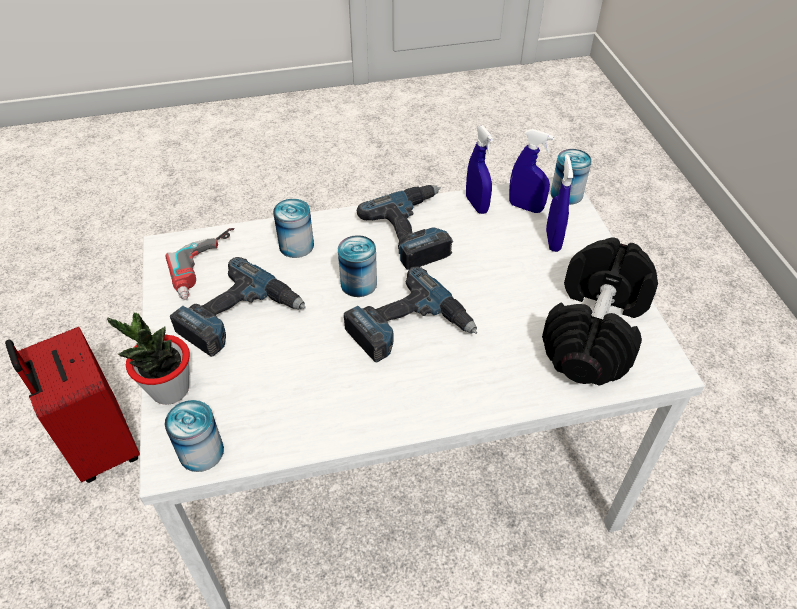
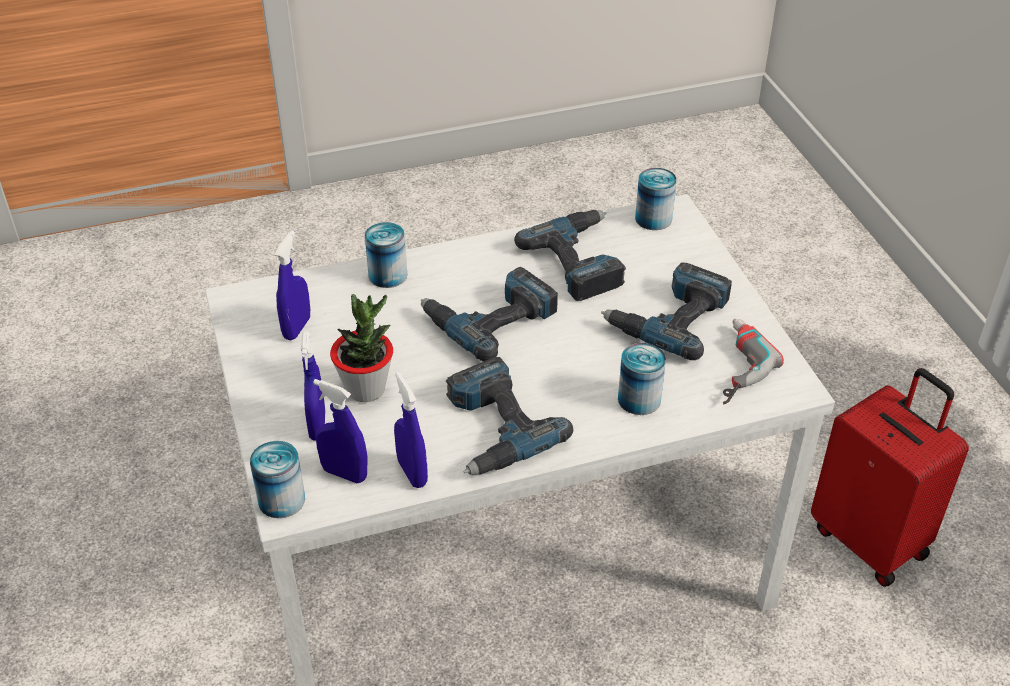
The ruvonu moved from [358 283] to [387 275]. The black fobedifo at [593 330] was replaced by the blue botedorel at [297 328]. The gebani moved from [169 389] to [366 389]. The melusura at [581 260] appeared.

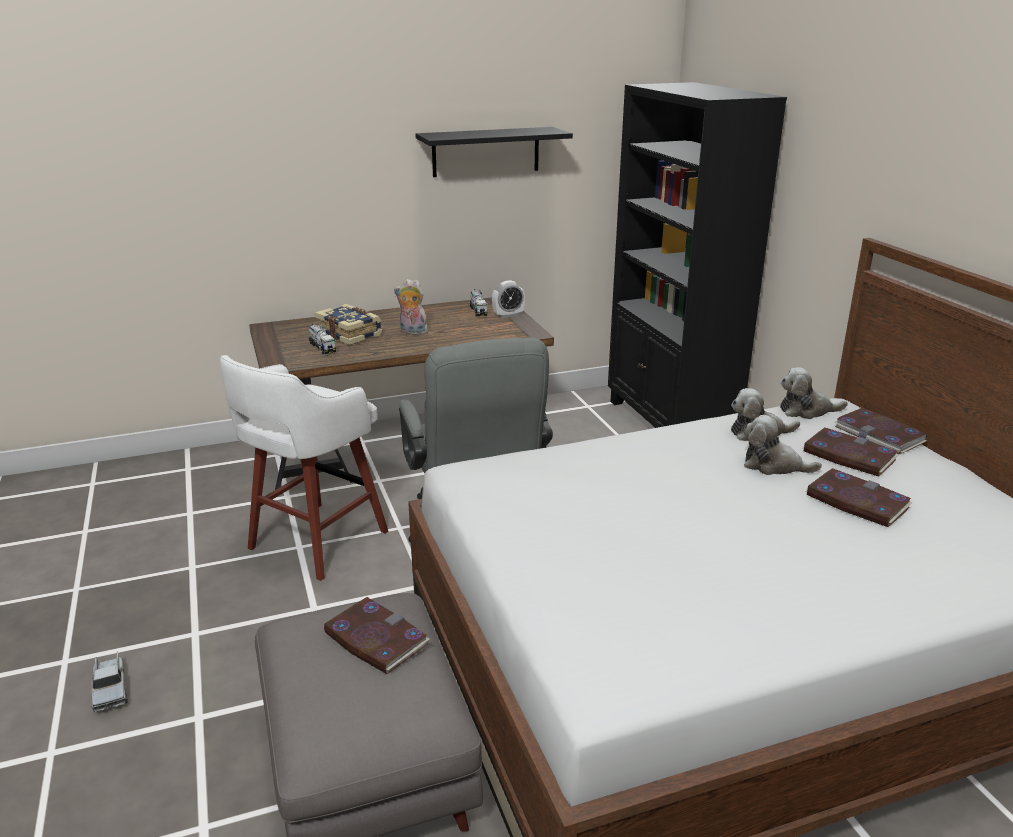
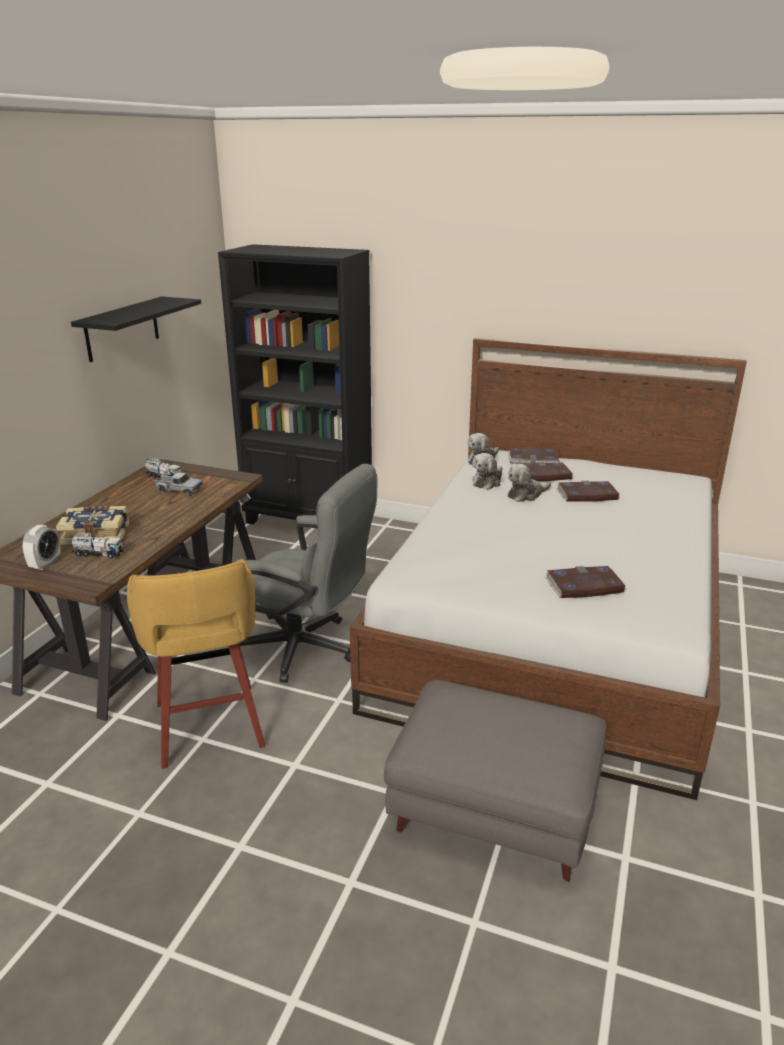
The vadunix at [412 332] disappeared. The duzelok moved from [508 315] to [45 564]. The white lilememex at [315 542] became the yellow lilememex at [209 728]. The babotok moved from [375 639] to [584 586]. The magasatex moved from [110 689] to [178 490].

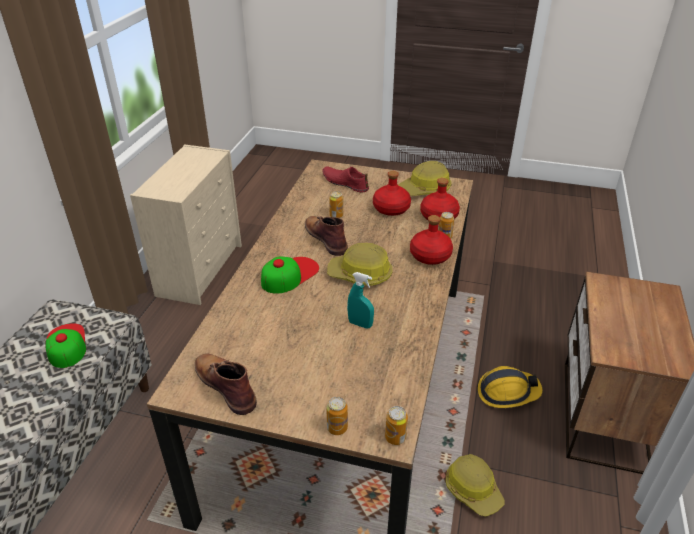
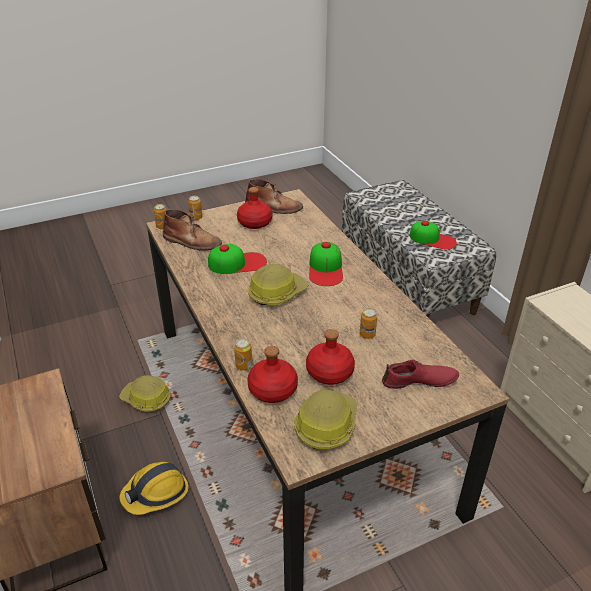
The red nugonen moved from [429 256] to [255 222]. The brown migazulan moved from [326 237] to [192 241]. The turquoise botedorel at [360 324] was replaced by the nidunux at [237 263].

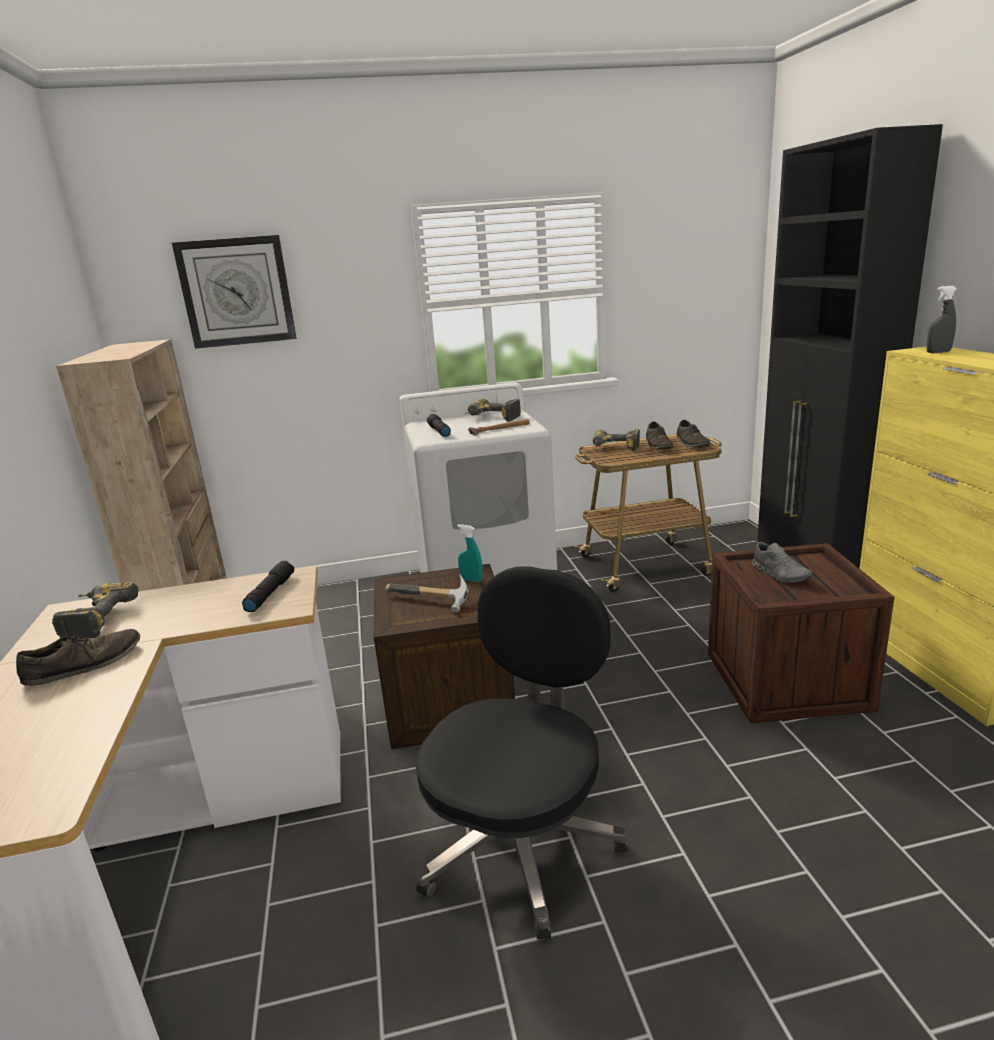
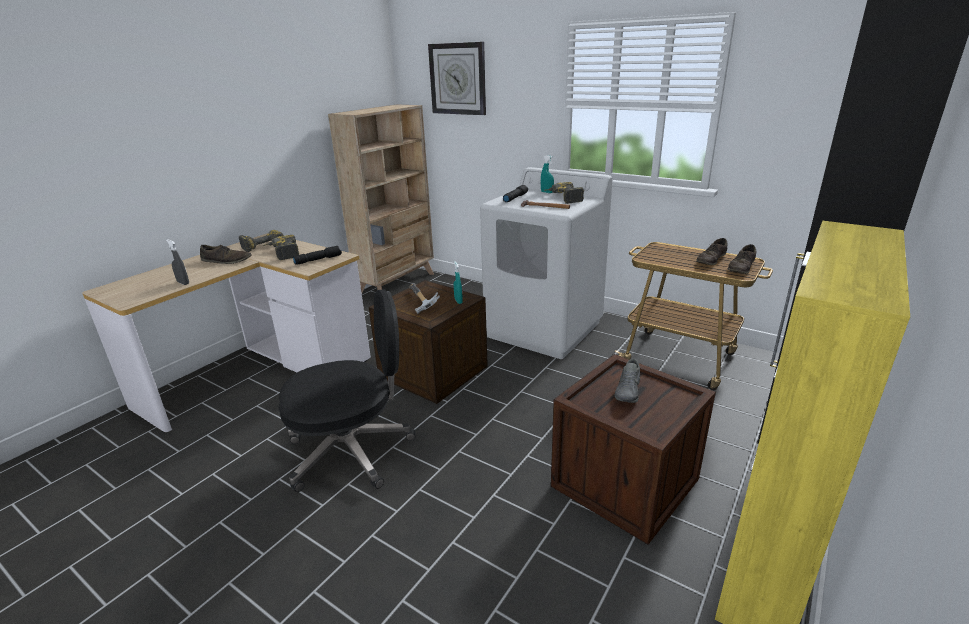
The grey botedorel moved from [938 352] to [183 283]. The melusura moved from [614 448] to [282 253]. The turquoise botedorel at [547 192] appeared.

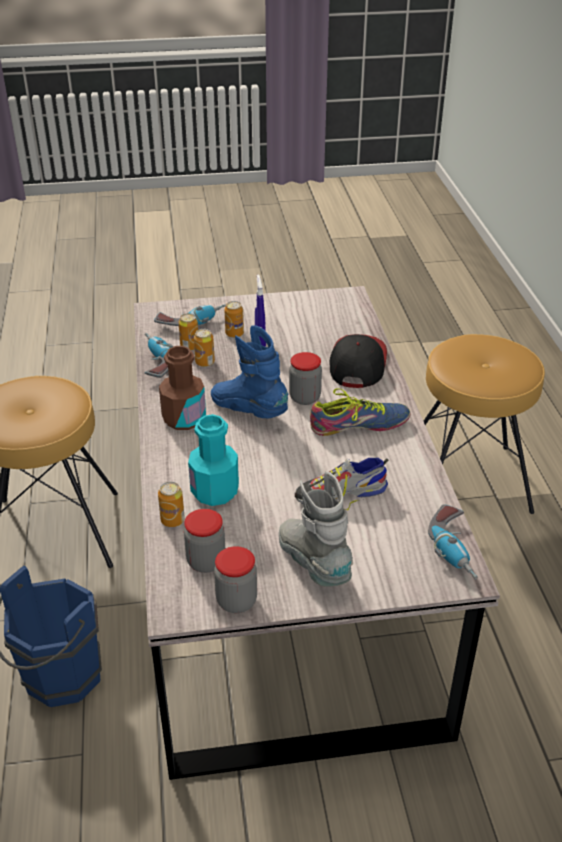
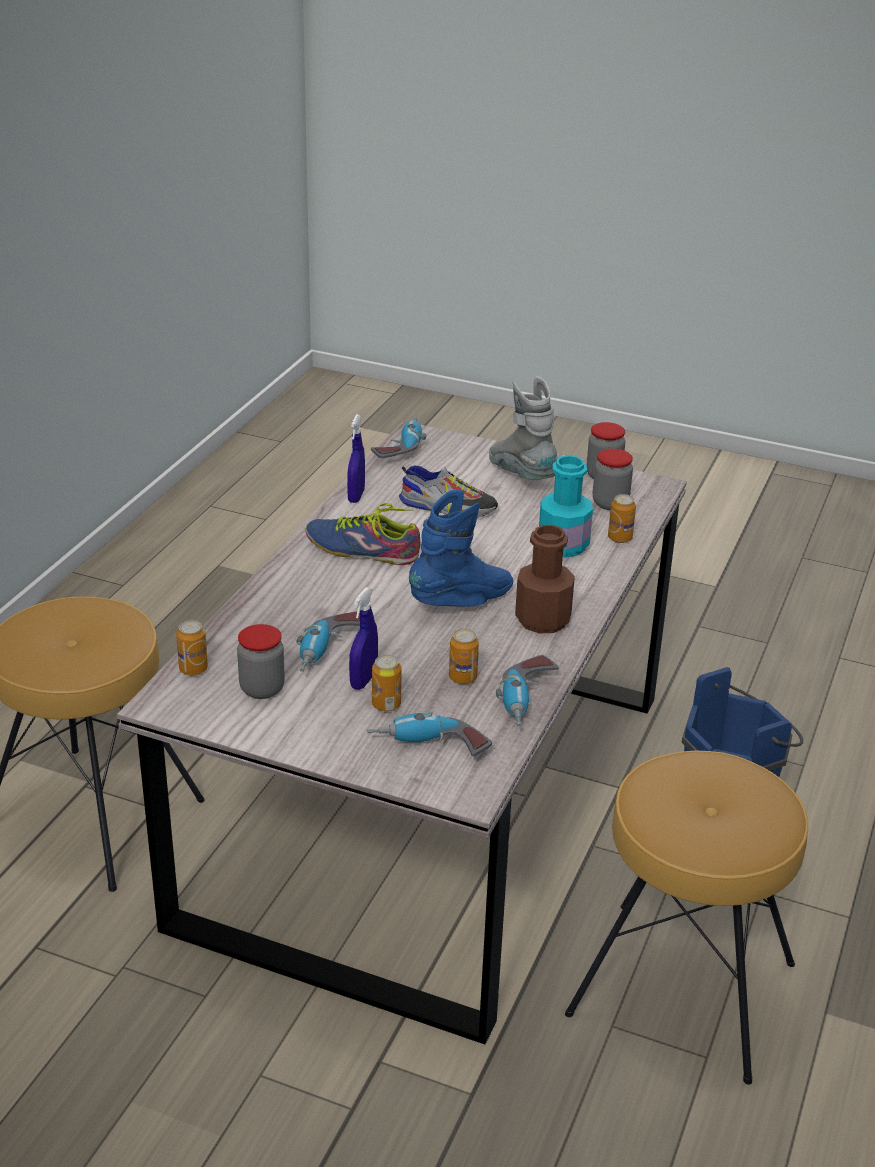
The ruvonu moved from [189 346] to [193 669]. The blue migazulan at [249 411] turned 105 degrees counterclockwise. The nidunux at [357 363] disappeared. The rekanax moved from [305 398] to [262 689]. The grey migazulan at [314 564] turned 150 degrees clockwise. The blue botedorel at [356 496] appeared. The melusura at [330 652] appeared.

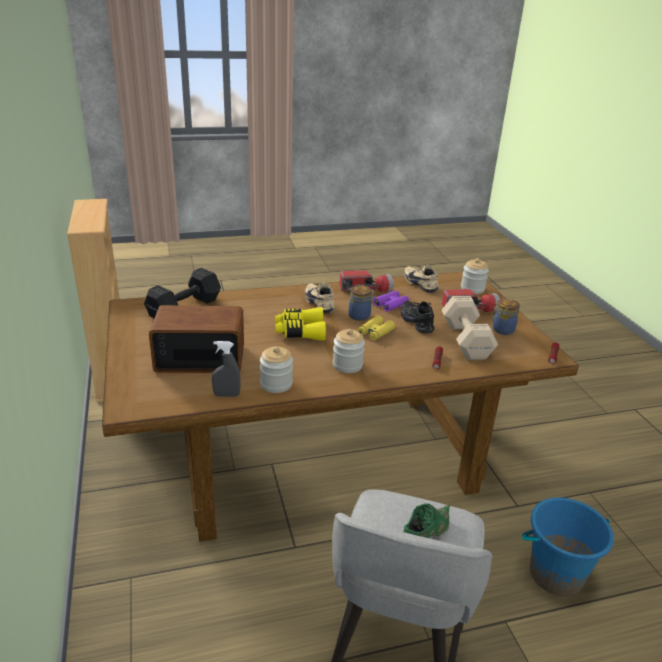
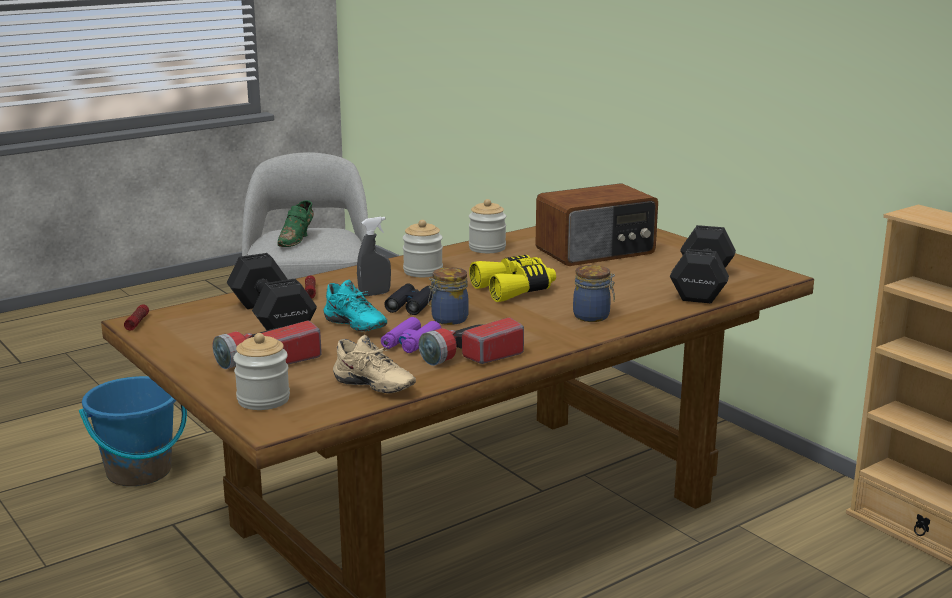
The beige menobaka at [321 303] disappeared. The beige fobedifo at [466 340] became the black fobedifo at [271 319]. The rekanax moved from [502 329] to [593 316]. The black menobaka at [418 322] became the turquoise menobaka at [353 327]. The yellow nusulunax at [375 332] became the black nusulunax at [411 305]. The grey botedorel moved from [226 395] to [374 294].

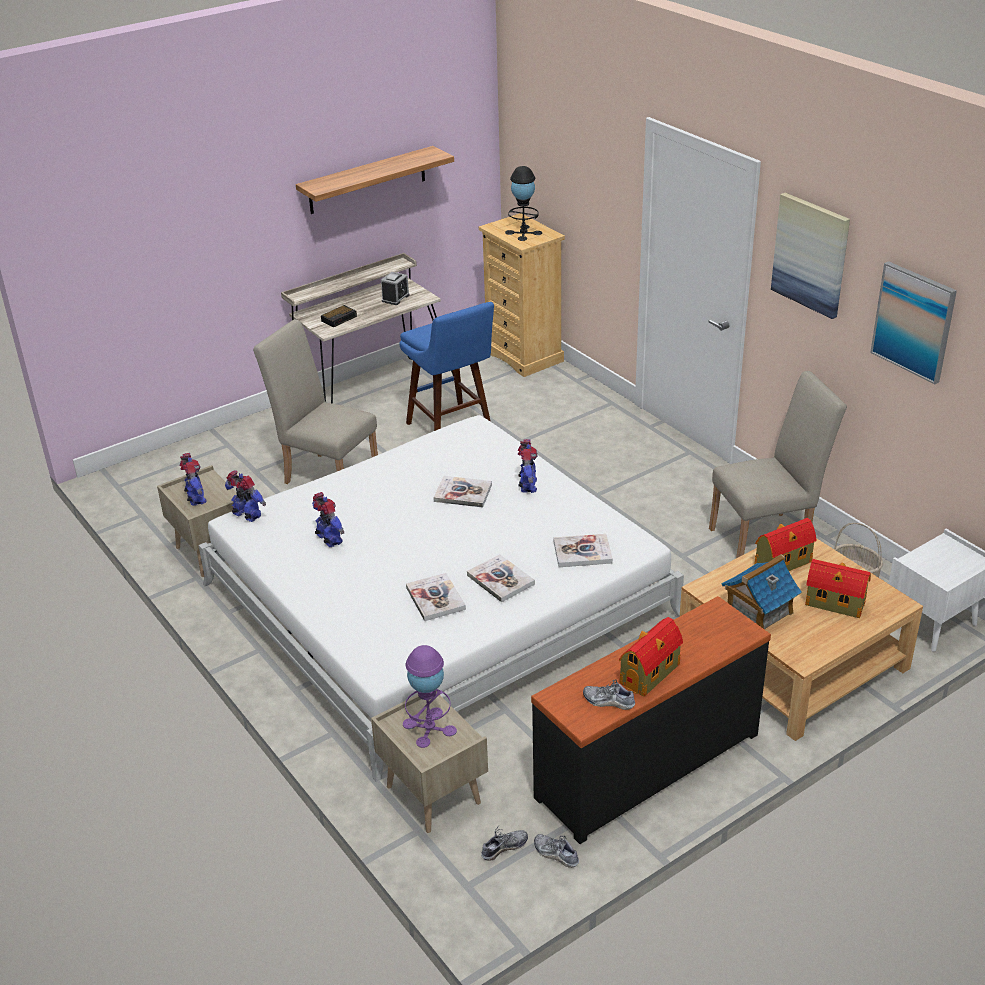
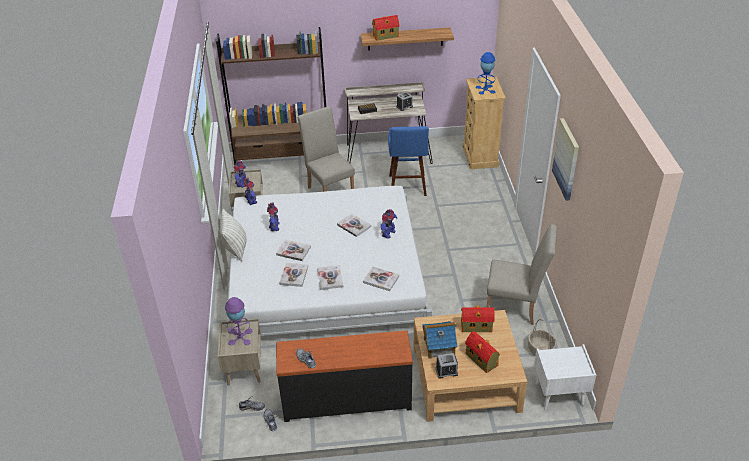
The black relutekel at [523 233] became the blue relutekel at [485 89]. The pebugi at [914 321] disappeared. The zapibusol moved from [651 673] to [386 36]. The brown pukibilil at [283 159] appeared. The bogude at [235 248] appeared. The babotok at [293 251] appeared. The duzelok at [446 371] appeared.

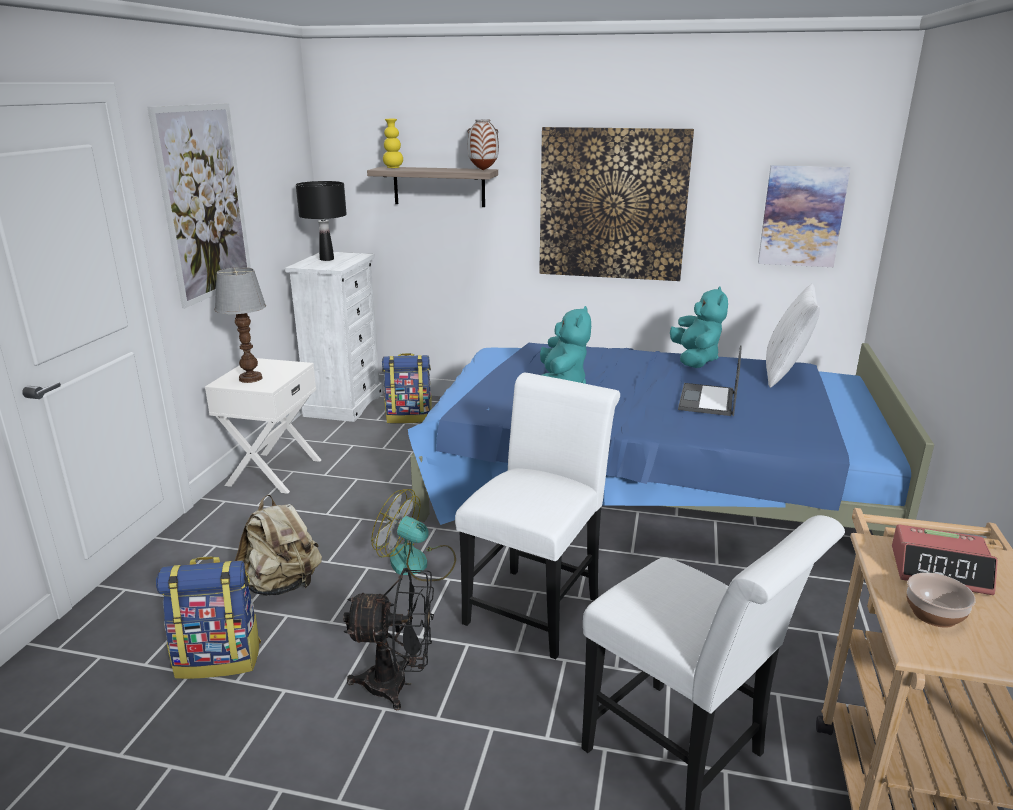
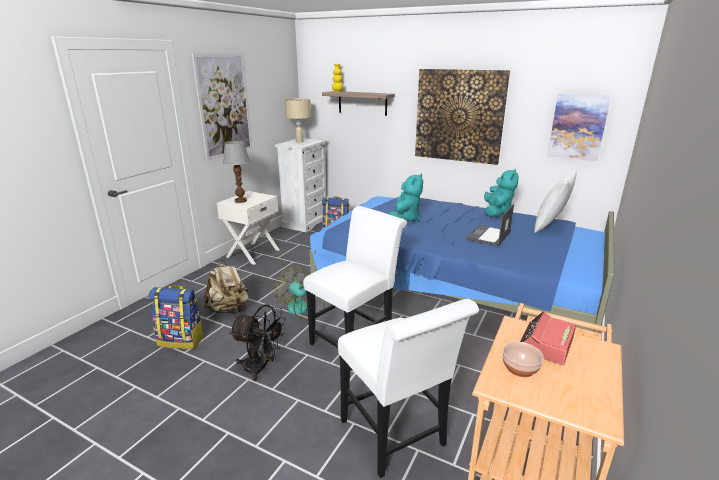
The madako at [483 170] disappeared. The black relutekel at [327 259] became the beige relutekel at [299 141]. The duzelok at [940 570] turned 90 degrees clockwise.

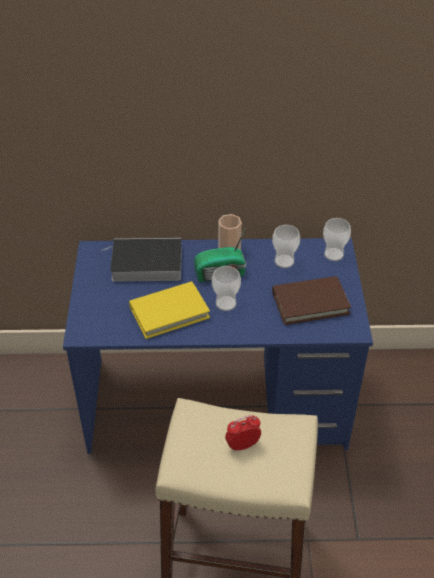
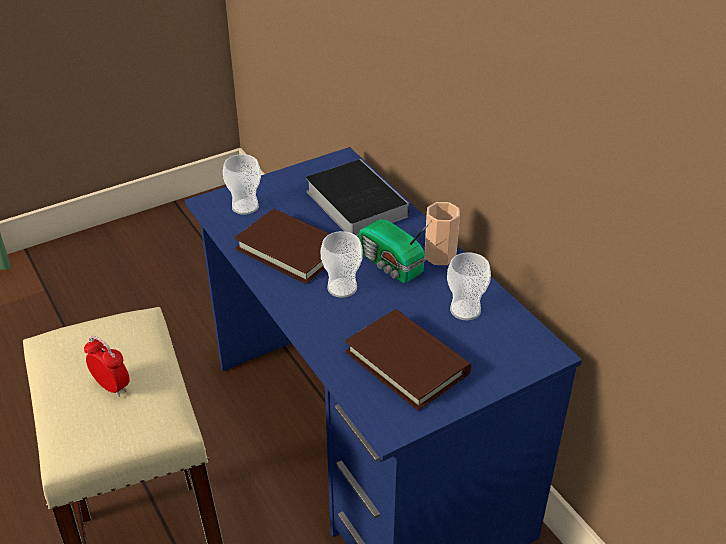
The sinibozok moved from [333 254] to [245 207]. The yellow babotok at [169 312] became the brown babotok at [290 250].

